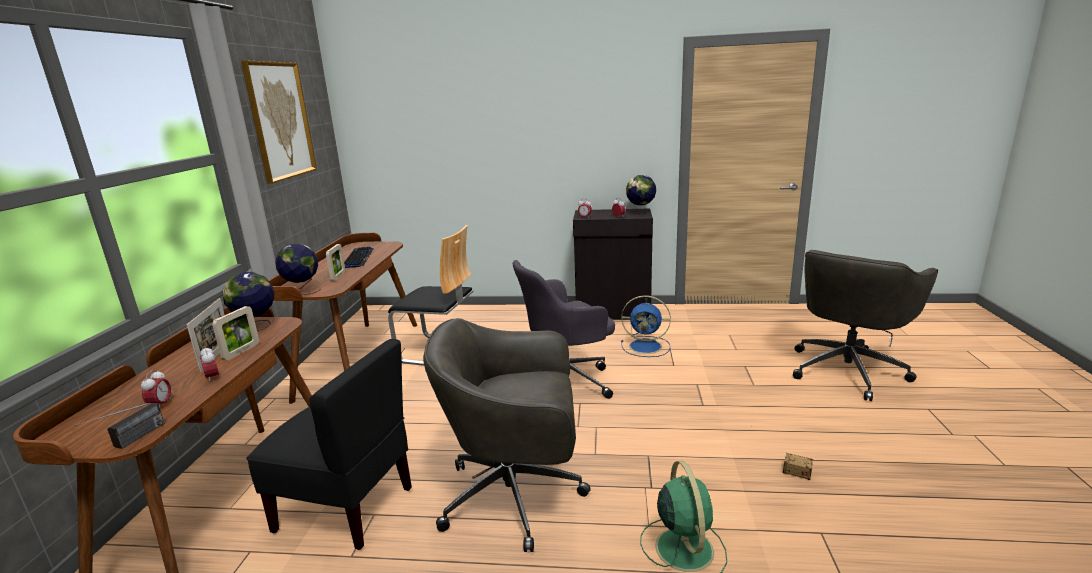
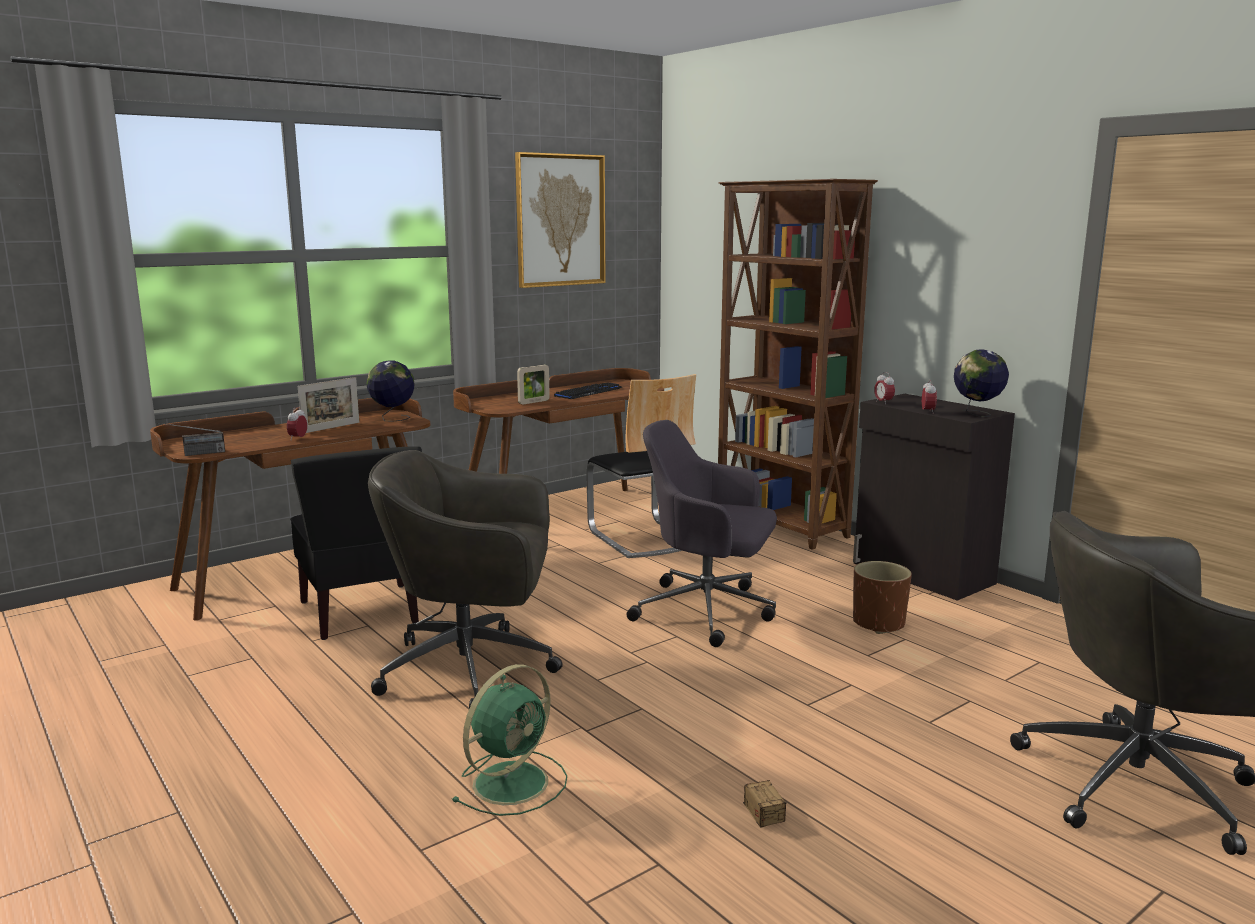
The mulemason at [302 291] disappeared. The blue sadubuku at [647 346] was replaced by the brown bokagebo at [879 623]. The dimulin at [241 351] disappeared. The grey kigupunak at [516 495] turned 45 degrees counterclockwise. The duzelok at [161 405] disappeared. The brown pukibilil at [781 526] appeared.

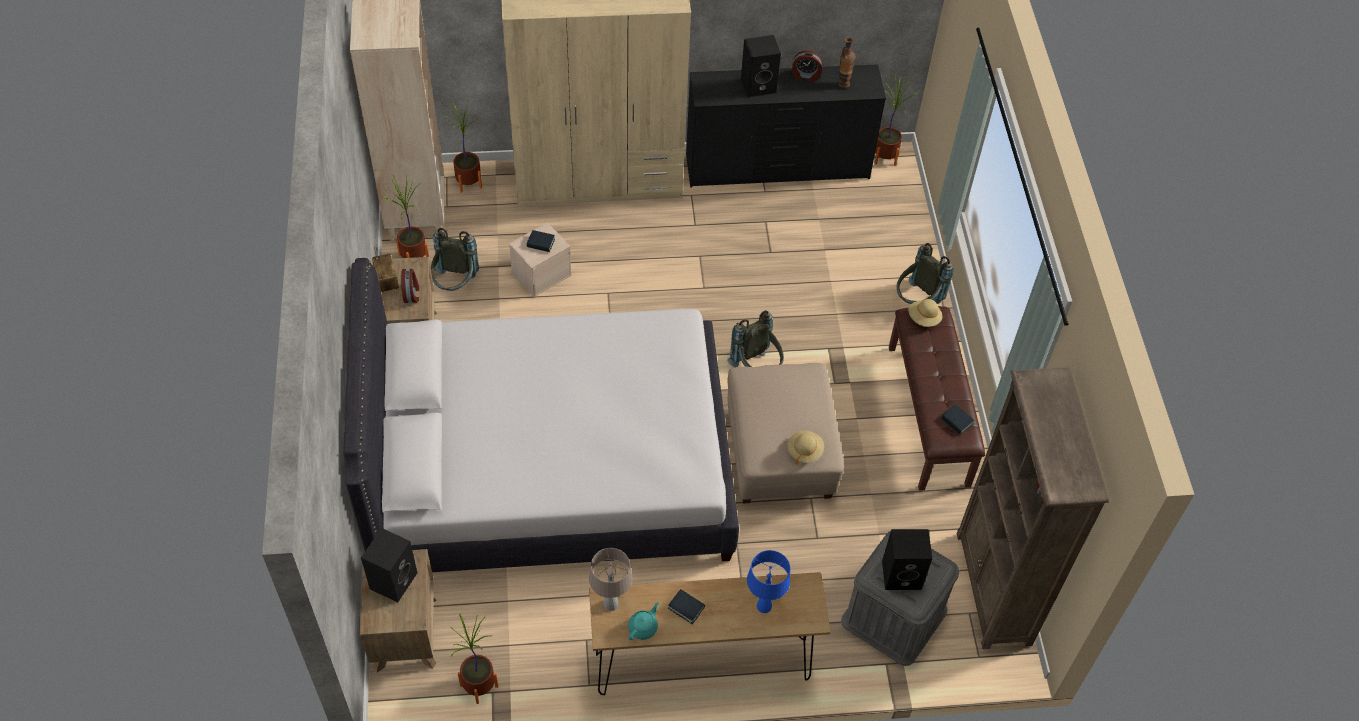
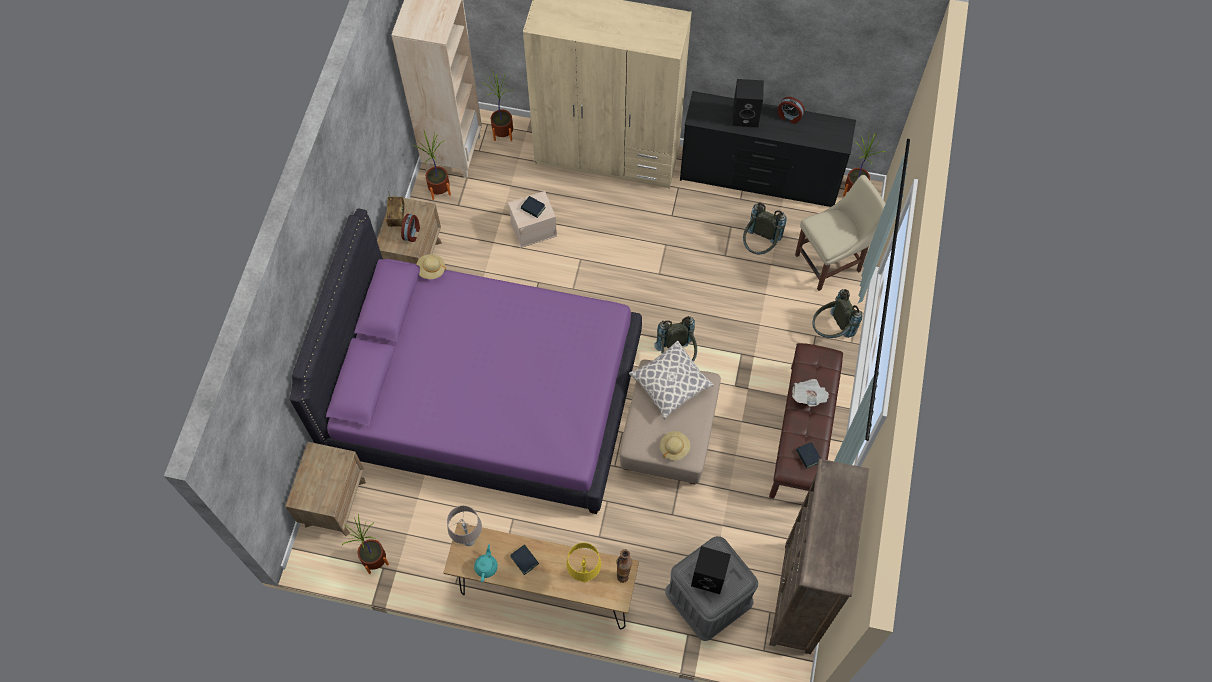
The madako moved from [843 82] to [623 573]. The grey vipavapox moved from [455 284] to [759 246]. The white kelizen at [550 468] became the purple kelizen at [485 398]. The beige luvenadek moved from [924 318] to [431 270]. The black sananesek at [393 579] disappeared. The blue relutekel at [763 606] became the yellow relutekel at [584 576]. The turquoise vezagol at [643 628] turned 45 degrees counterclockwise. The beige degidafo at [831 262] appeared. The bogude at [670 384] appeared. The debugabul at [808 396] appeared.

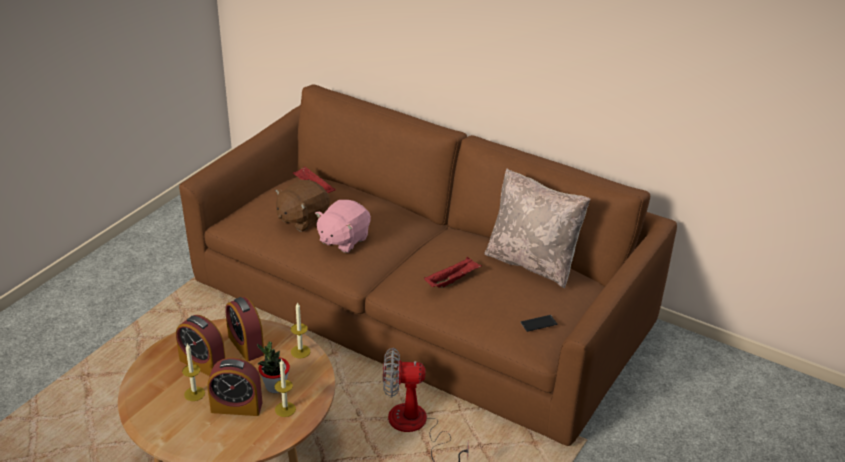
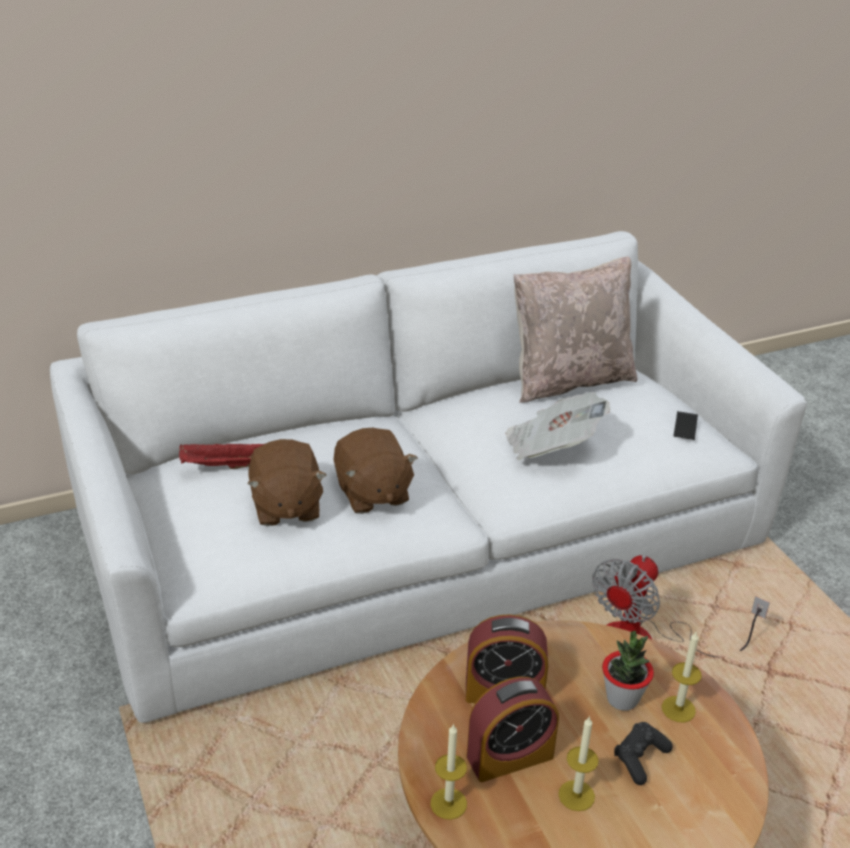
The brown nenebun at [421 304] became the white nenebun at [421 531]. The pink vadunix at [343 240] became the brown vadunix at [372 493]. The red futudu at [452 280] was replaced by the debugabul at [552 447]. The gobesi moved from [300 351] to [448 803]. The duzelok at [236 407] was replaced by the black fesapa at [639 759].

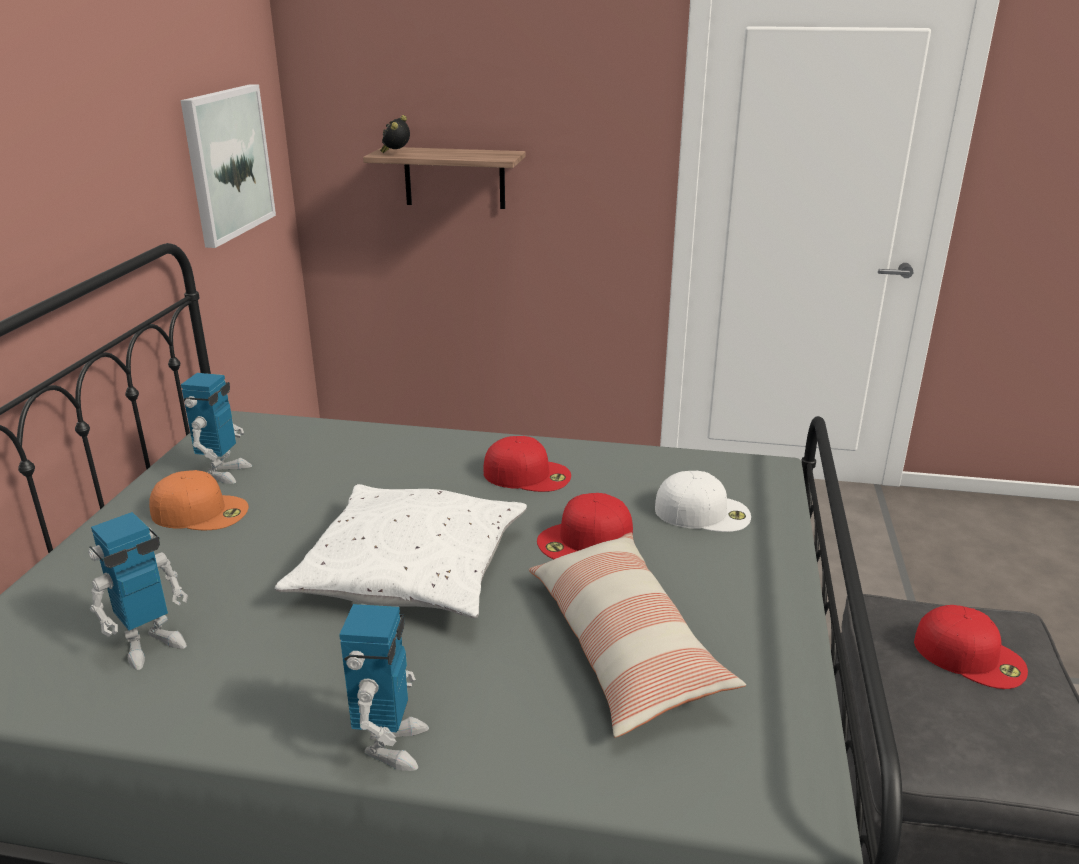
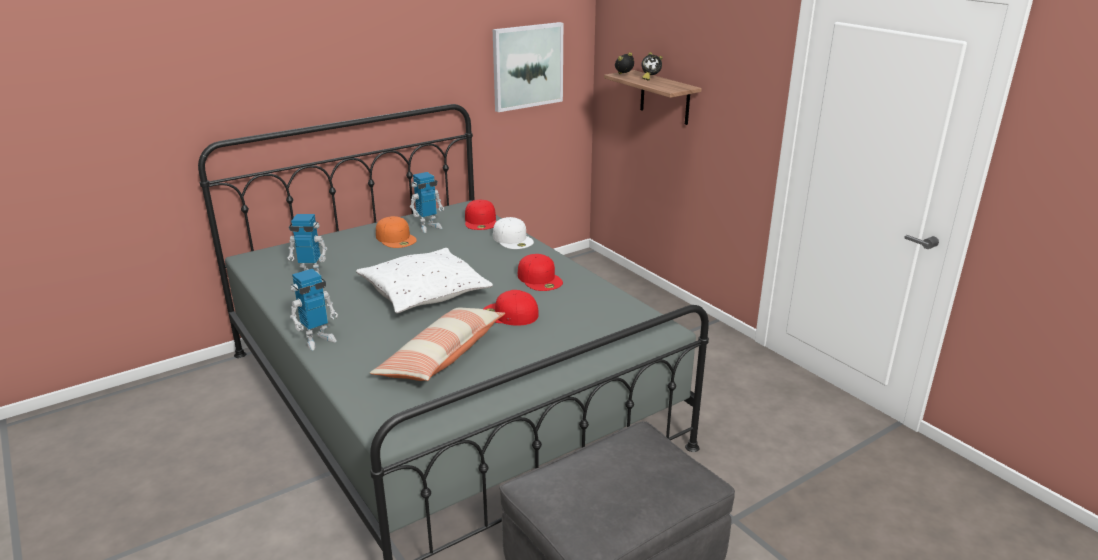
The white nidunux moved from [703 512] to [513 239]. The red nidunux moved from [970 655] to [481 221]. The duzelok at [650 78] appeared.

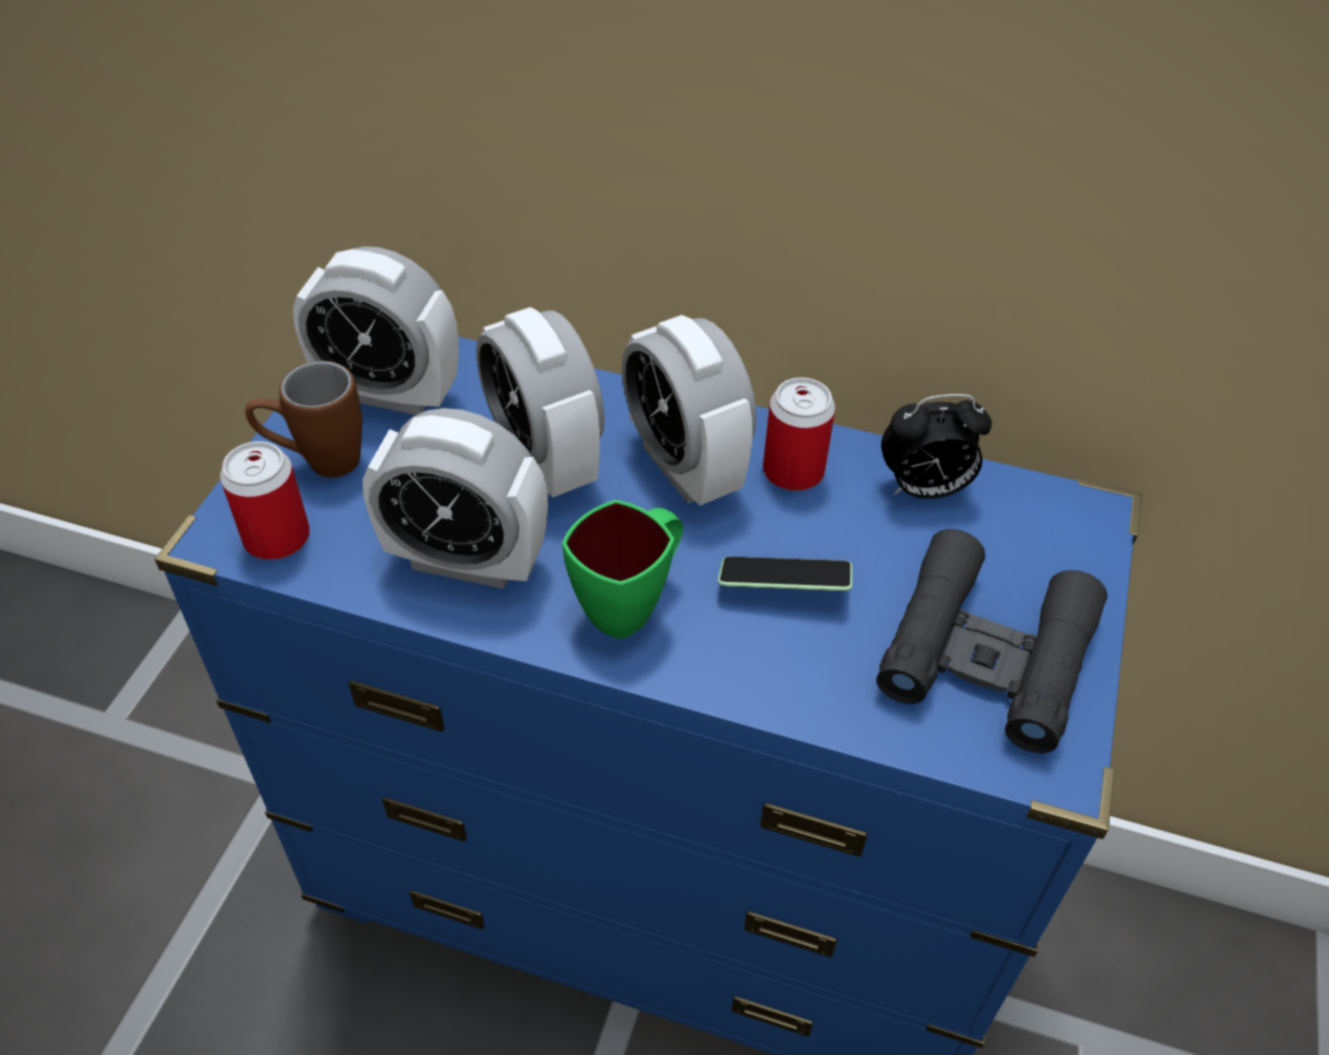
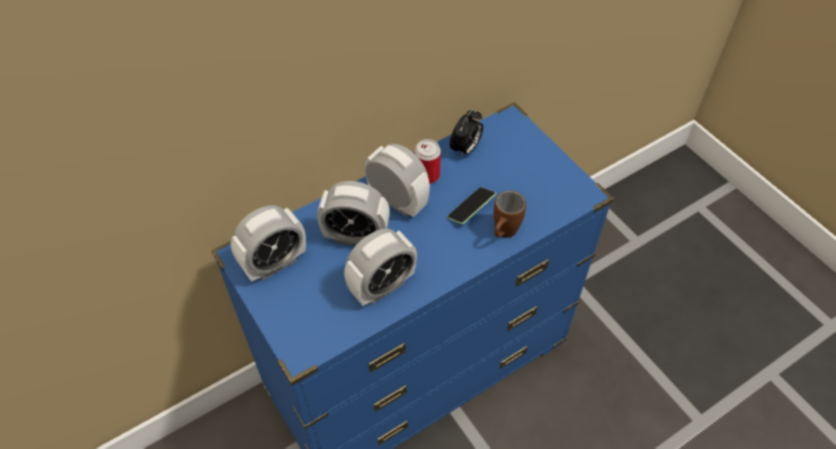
The duzelok at [684 466] turned 150 degrees counterclockwise. The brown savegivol moved from [317 462] to [503 234]. The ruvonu at [277 537] disappeared. The green savegivol at [631 603] disappeared. The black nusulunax at [986 654] disappeared.

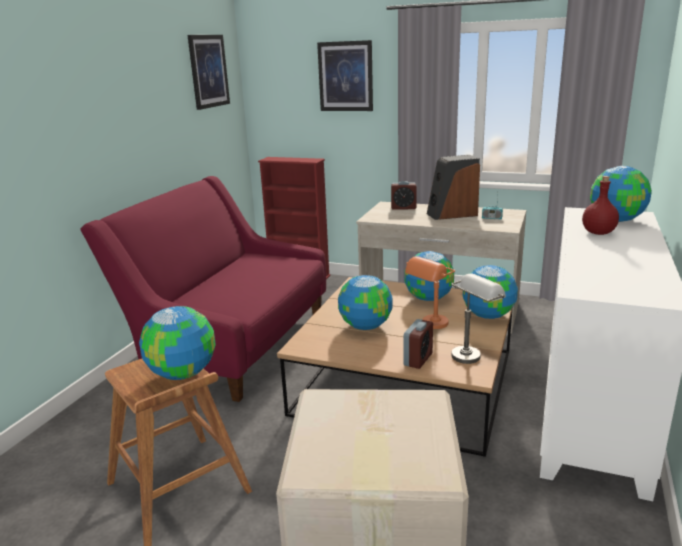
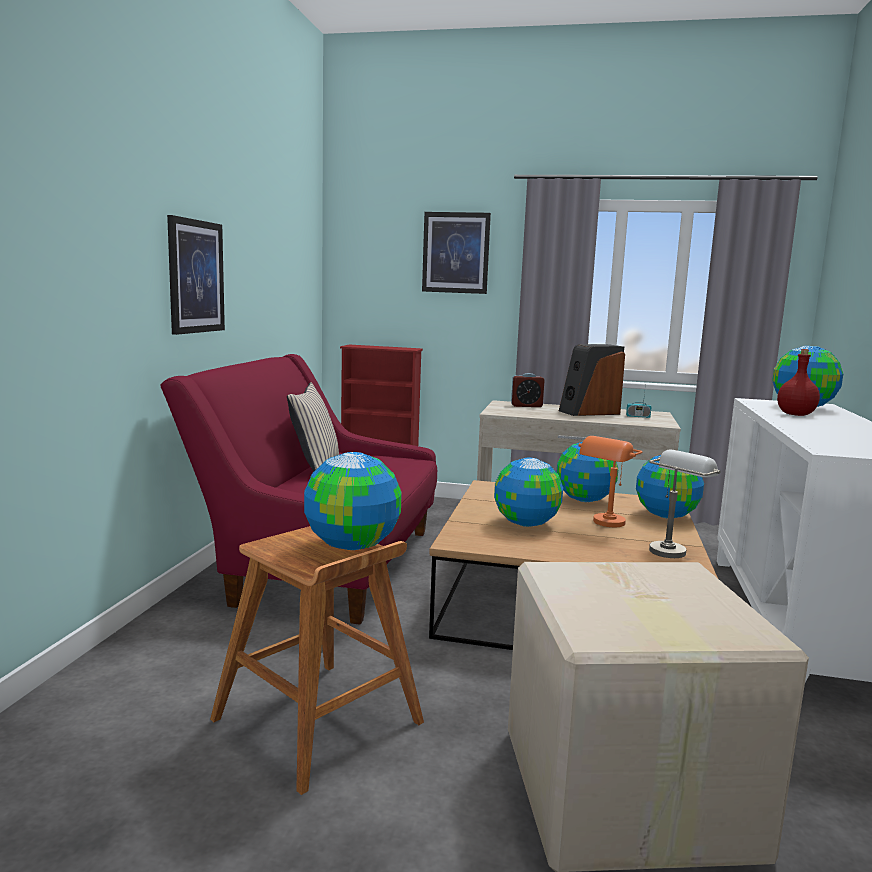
The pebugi moved from [208 71] to [195 276]. The duzelok at [418 359] disappeared. The beige bogude at [315 468] appeared.

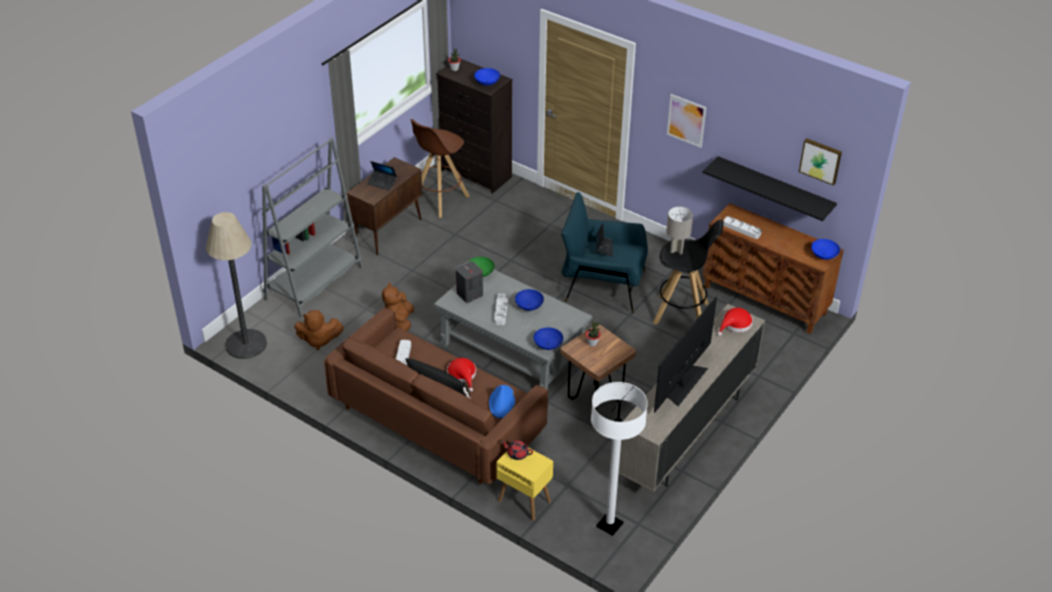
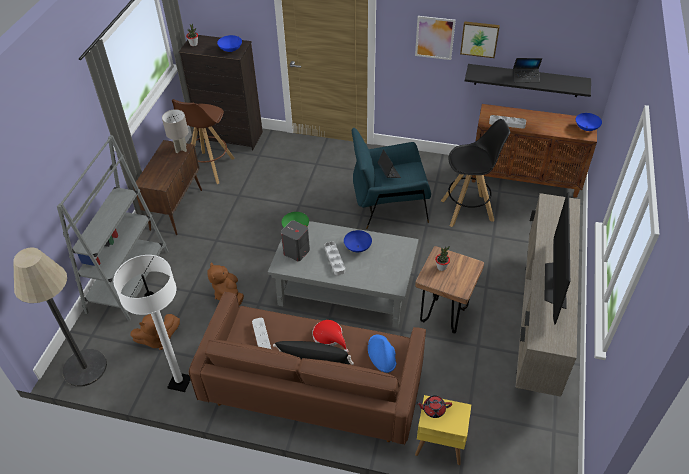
The pebugi moved from [821 160] to [479 38]. The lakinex moved from [382 183] to [525 78]. The grey relutekel moved from [676 250] to [181 149]. The red luvenadek at [735 324] disappeared. The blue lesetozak at [548 345] disappeared. The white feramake moved from [609 525] to [179 382].

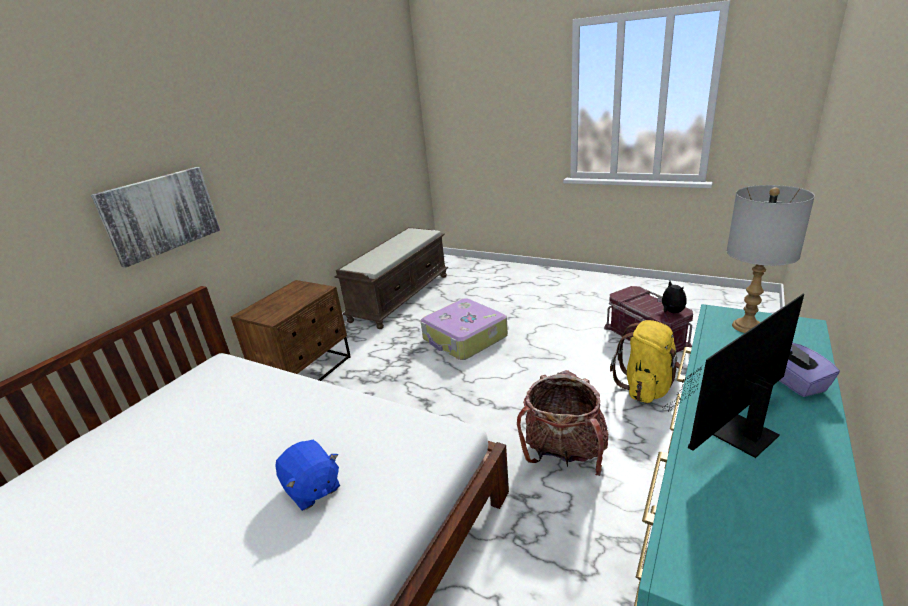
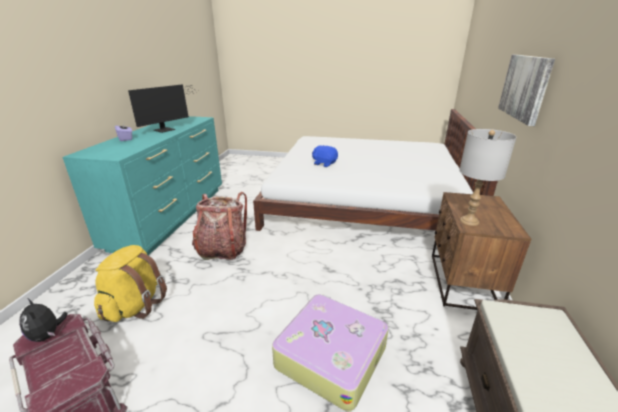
The grey relutekel moved from [747 327] to [469 221].

